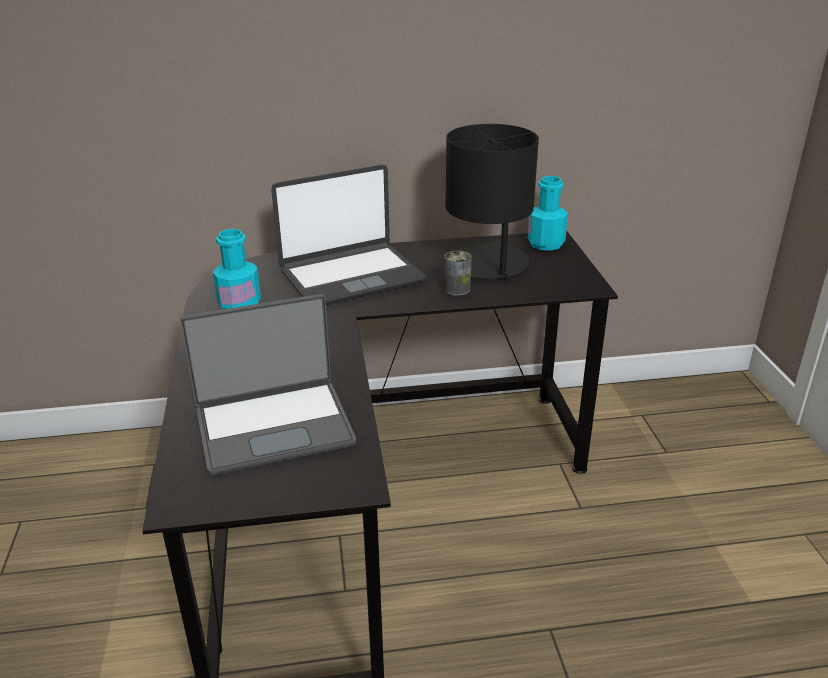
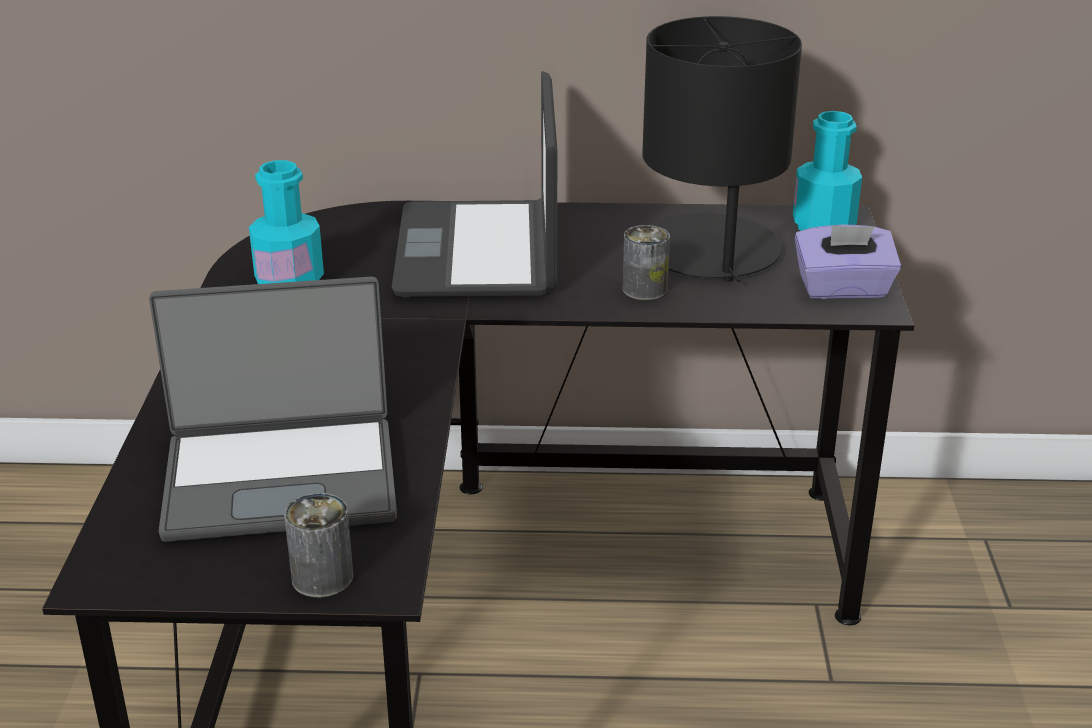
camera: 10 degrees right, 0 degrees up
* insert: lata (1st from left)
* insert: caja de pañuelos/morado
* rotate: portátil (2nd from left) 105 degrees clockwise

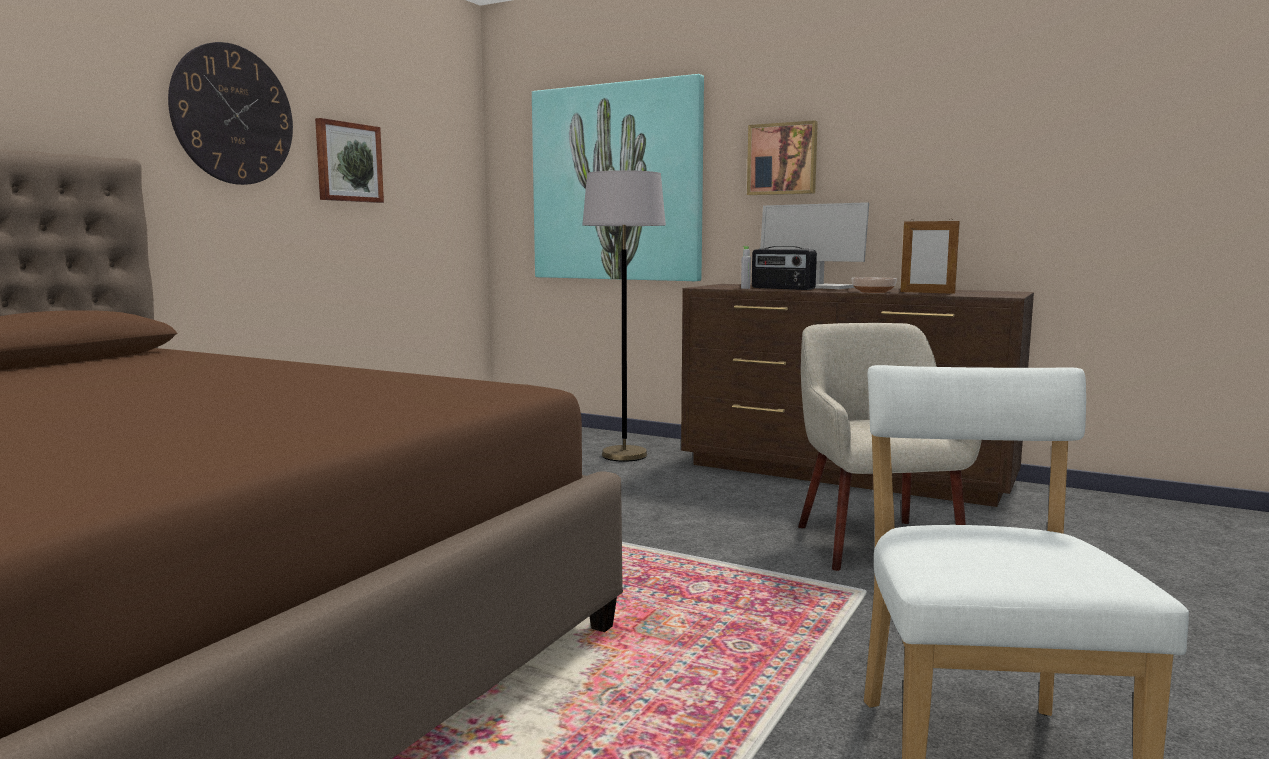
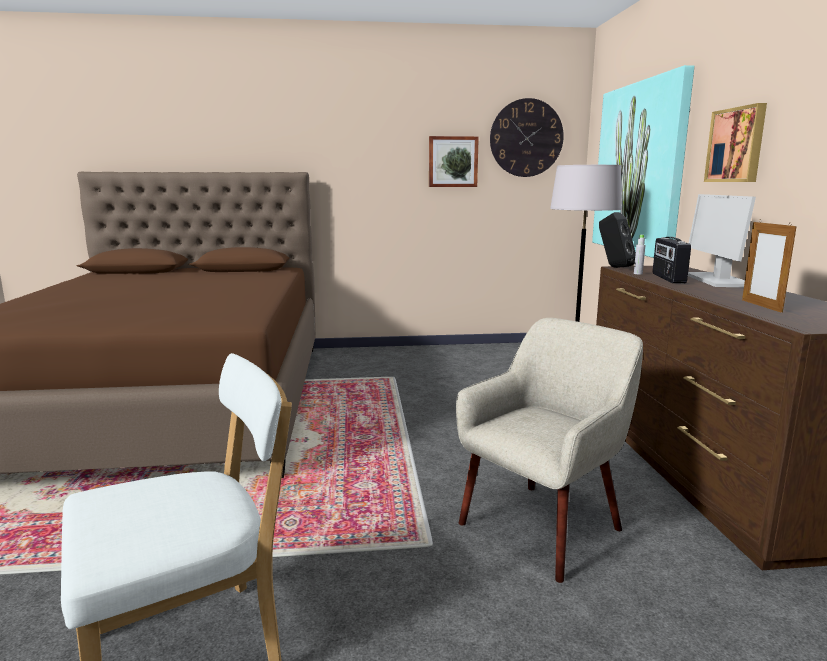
camera: 55 degrees right, 5 degrees up
* delete: cuenco
* insert: altavoz/negro
* move: reloj de pared

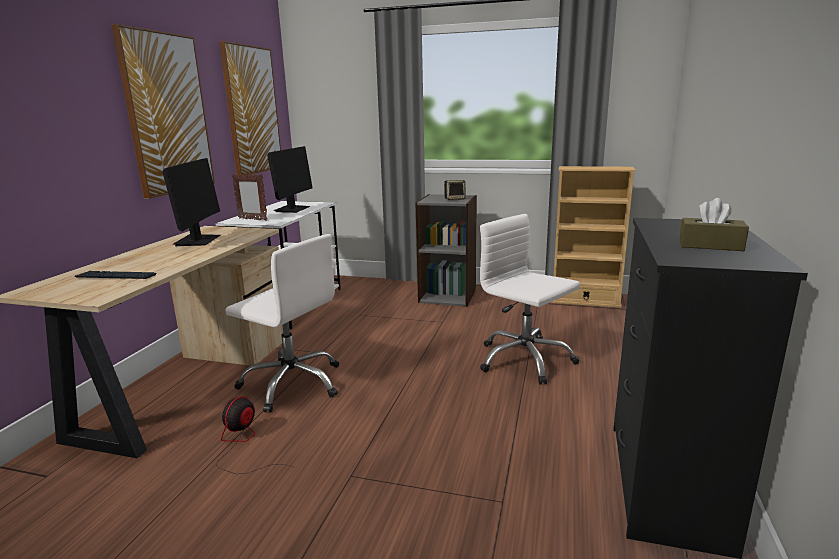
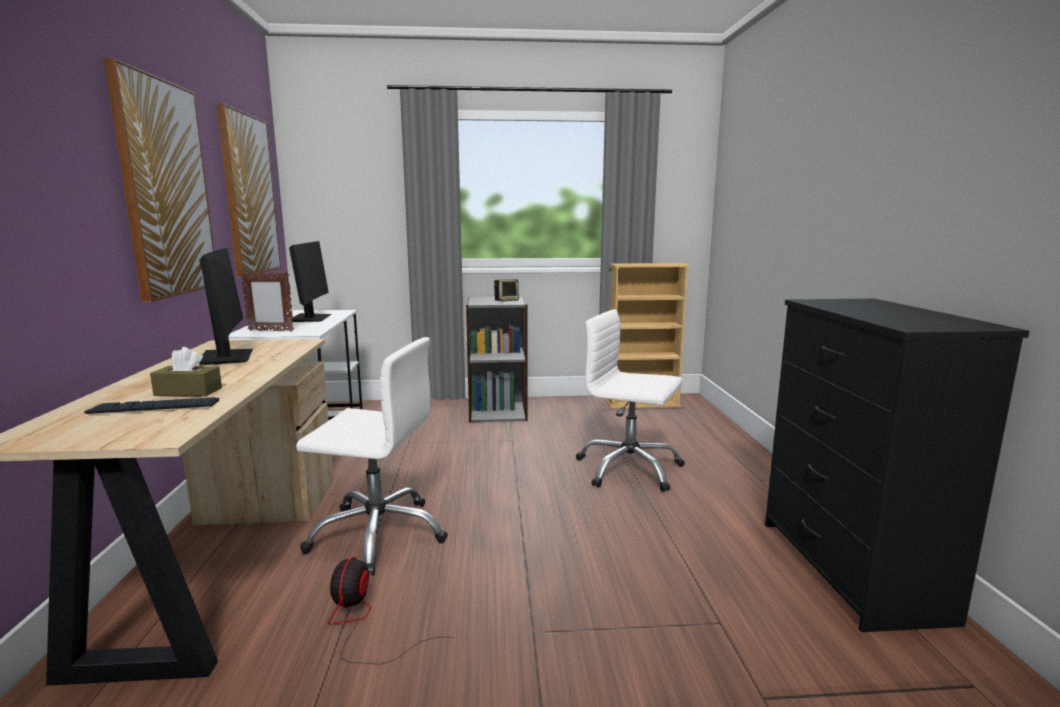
camera: 20 degrees left, 5 degrees down
* move: caja de pañuelos/marrón

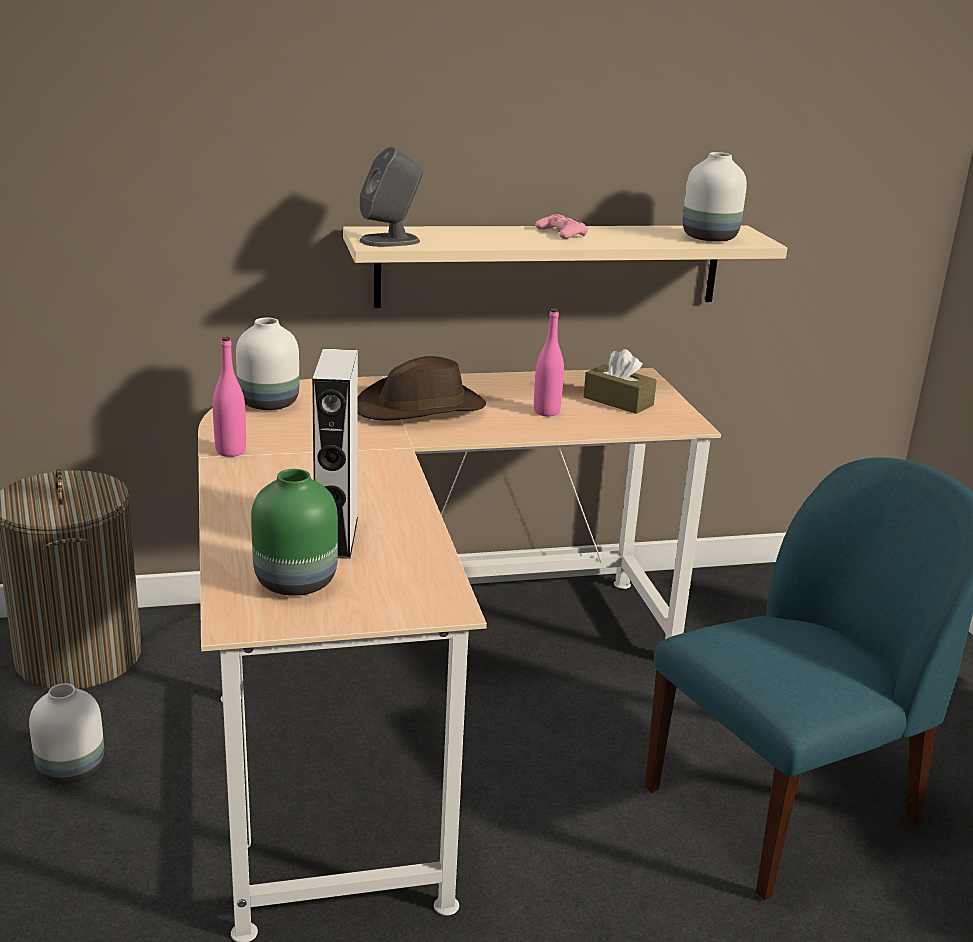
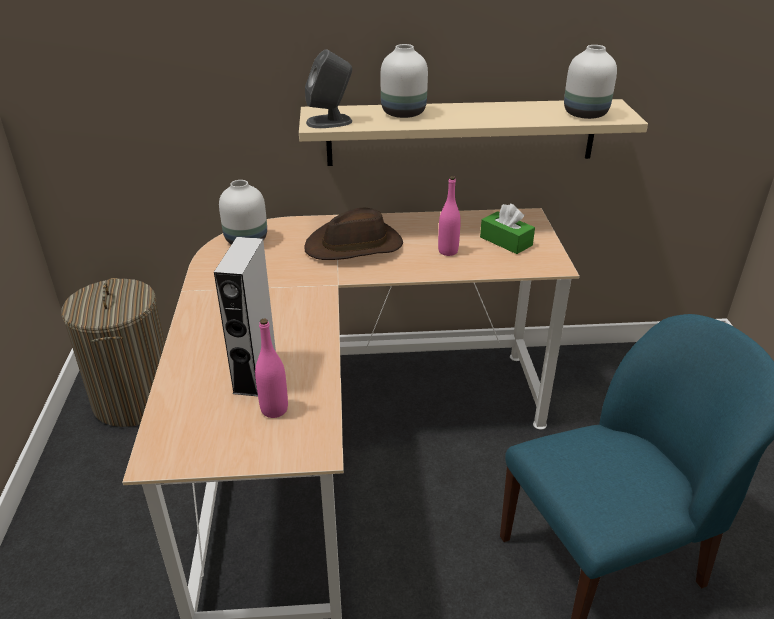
camera: 10 degrees right, 10 degrees up
* delete: florero/verde
* delete: mando de consola/rosa
* move: florero/blanco (1st from left in the first image) to florero/blanco (2nd from left)
* move: botella/rosa (1st from left)
* recolor: caja de pañuelos/marrón to caja de pañuelos/verde

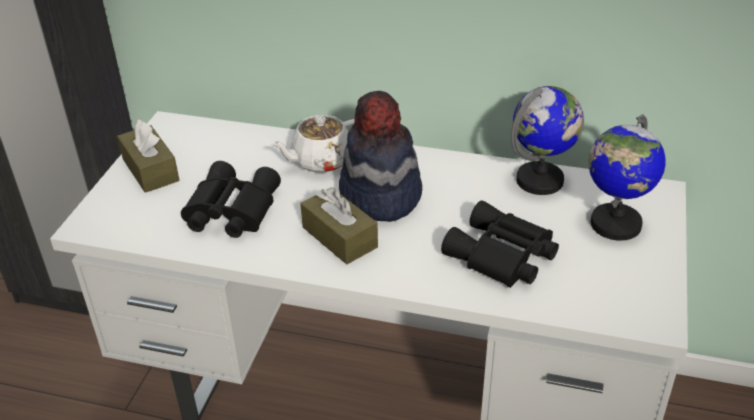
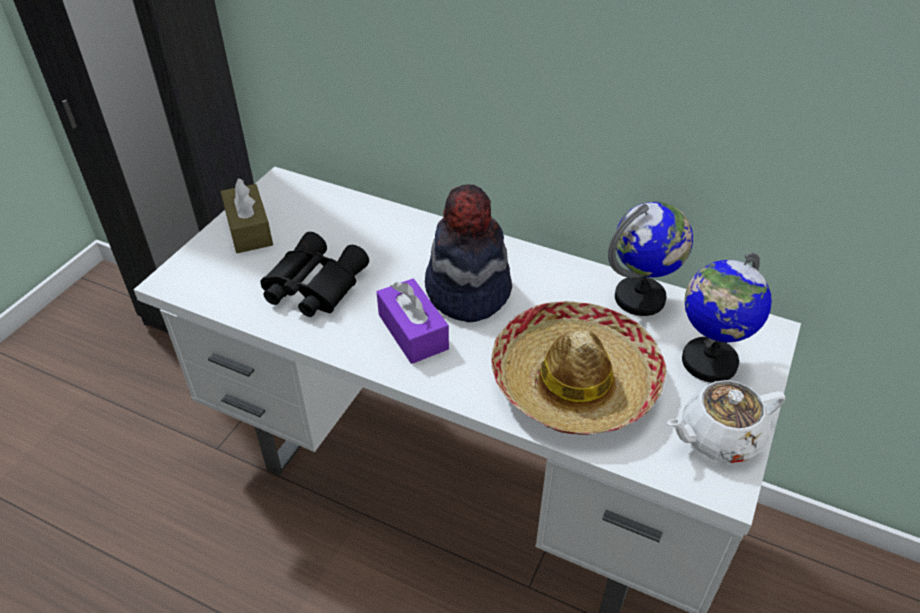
camera: 10 degrees right, 5 degrees up
* move: tetera/blanco
* replace: prismáticos/negro (2nd from left) to sombrero (2nd from left)
* recolor: caja de pañuelos/marrón (2nd from left) to caja de pañuelos/morado

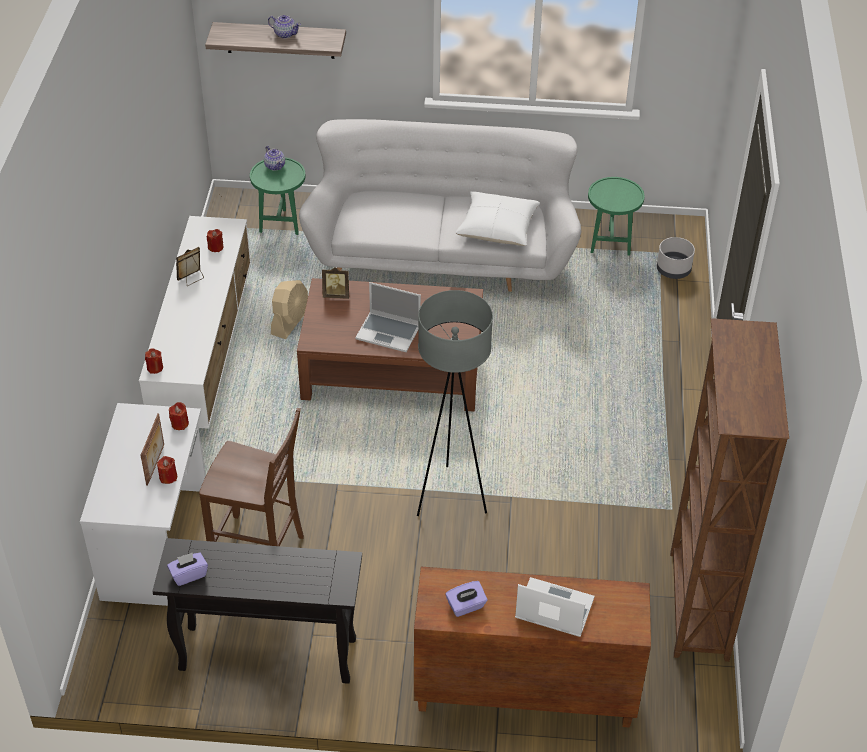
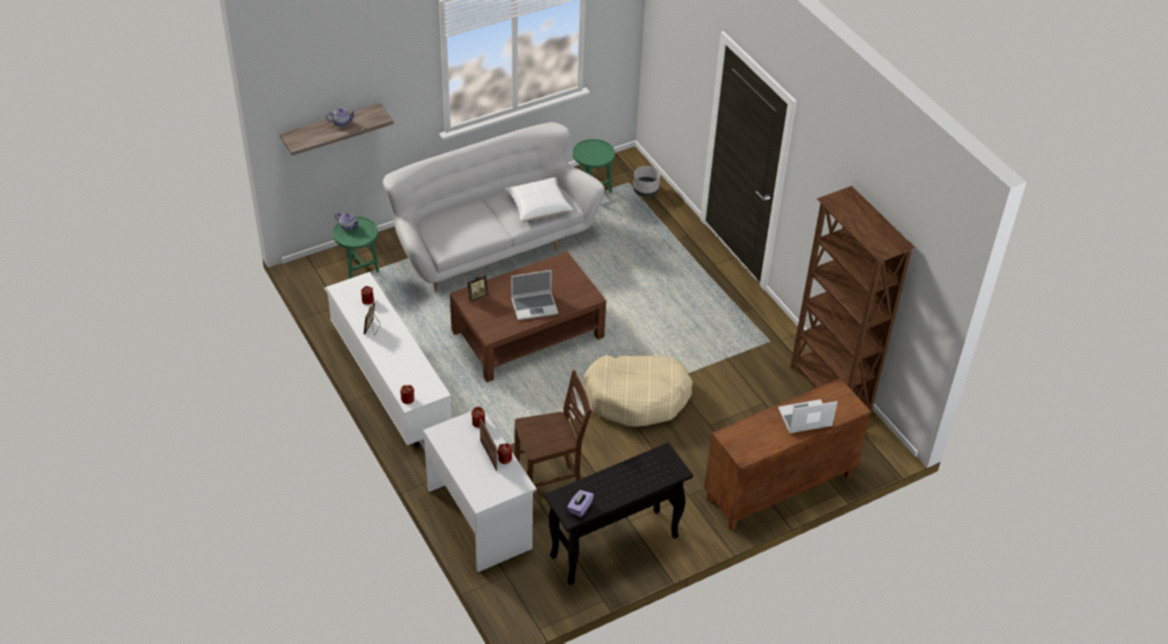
camera: 35 degrees left, 0 degrees up
* delete: ventilador/beis
* delete: caja de pañuelos/morado (2nd from left)
* replace: lámpara de pie/gris to cama para perro/beis

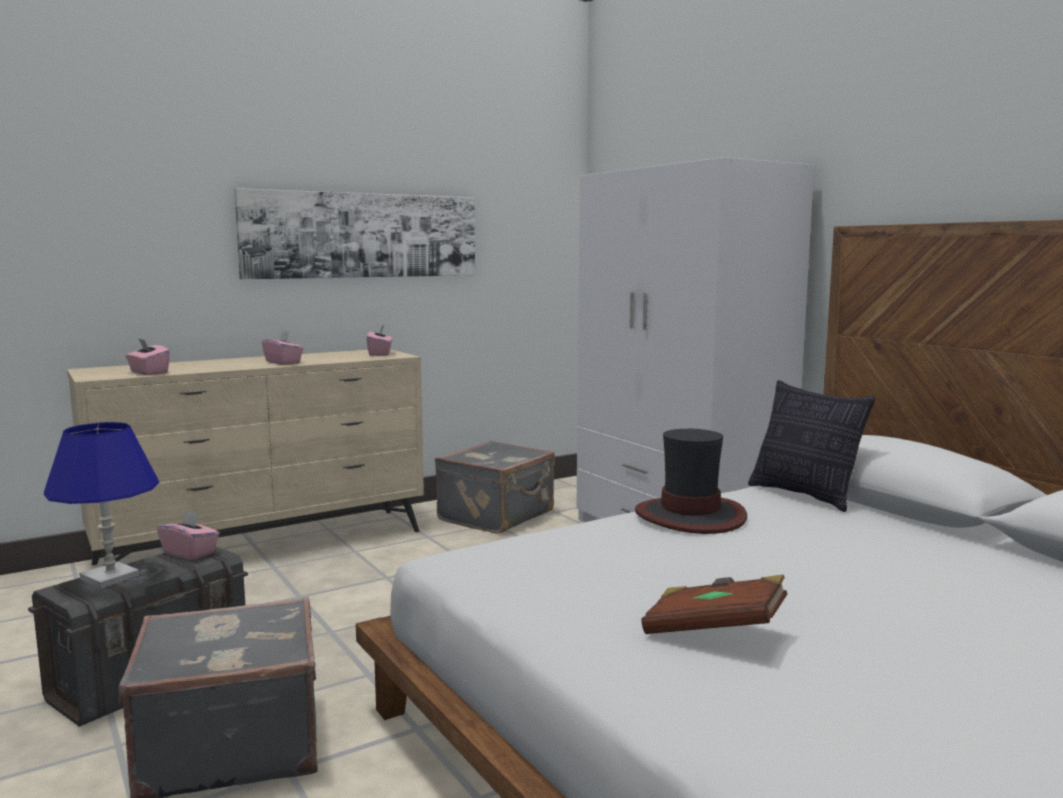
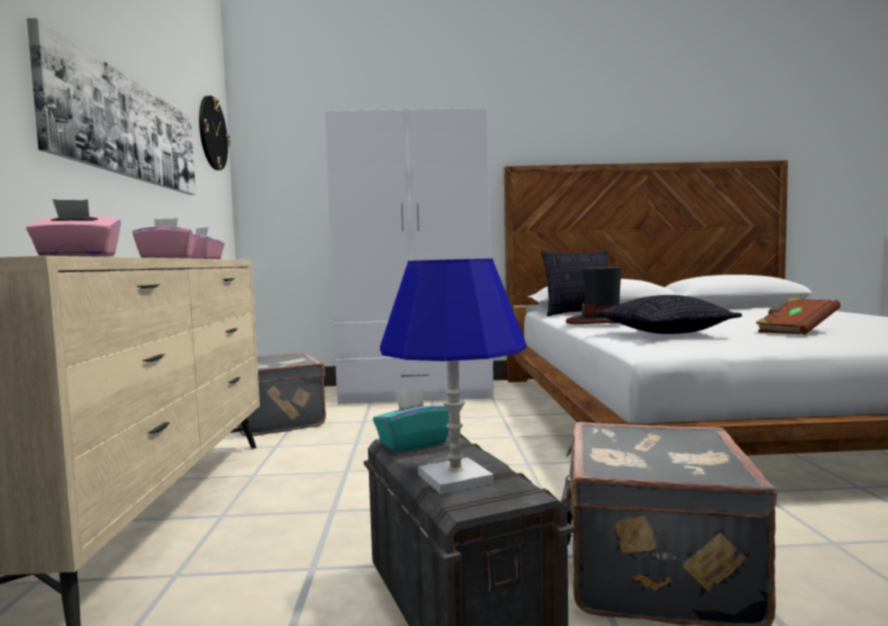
camera: 60 degrees left, 5 degrees down
* insert: reloj de pared
* insert: cojín (2nd from left)
* recolor: caja de pañuelos/rosa (2nd from left) to caja de pañuelos/turquesa

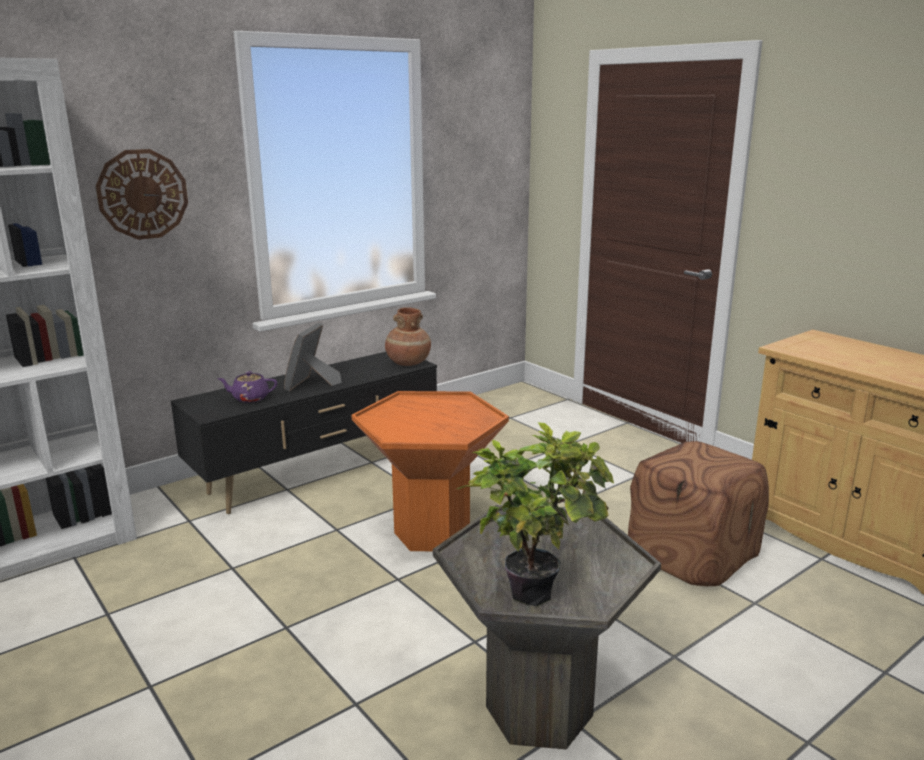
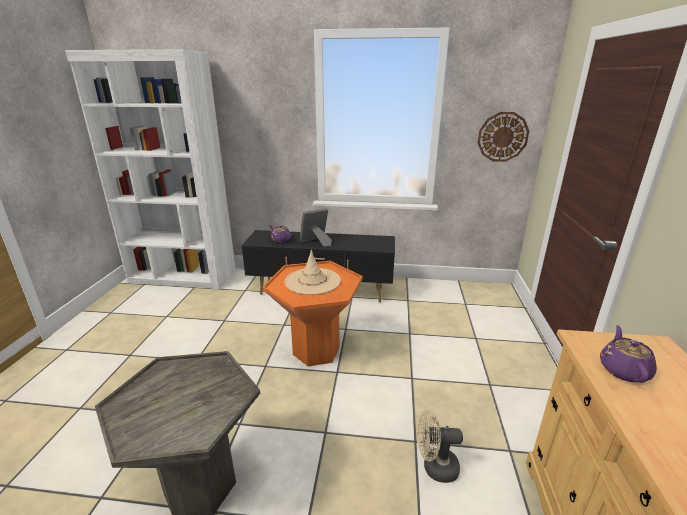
camera: 45 degrees right, 5 degrees up
* delete: florero/marrón
* delete: planta en maceta
* insert: sombrero/beis
* insert: tetera/morado (2nd from left)
* move: reloj de pared
* replace: puf/marrón to ventilador/beis

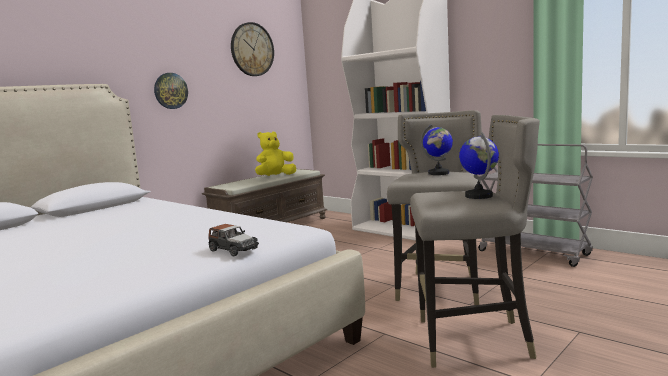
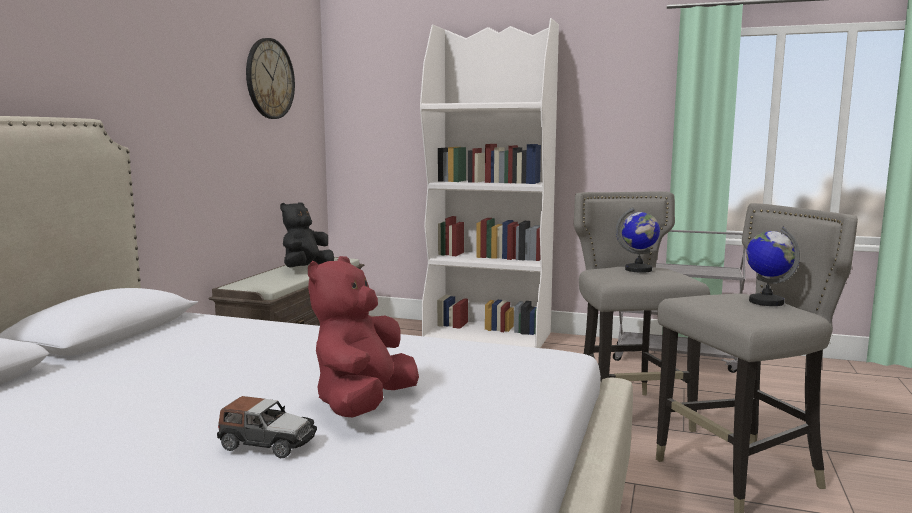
camera: 25 degrees left, 0 degrees up
* delete: reloj de pared (1st from left)
* insert: peluche/rojo
* move: coche de juguete
* recolor: peluche/amarillo to peluche/negro

